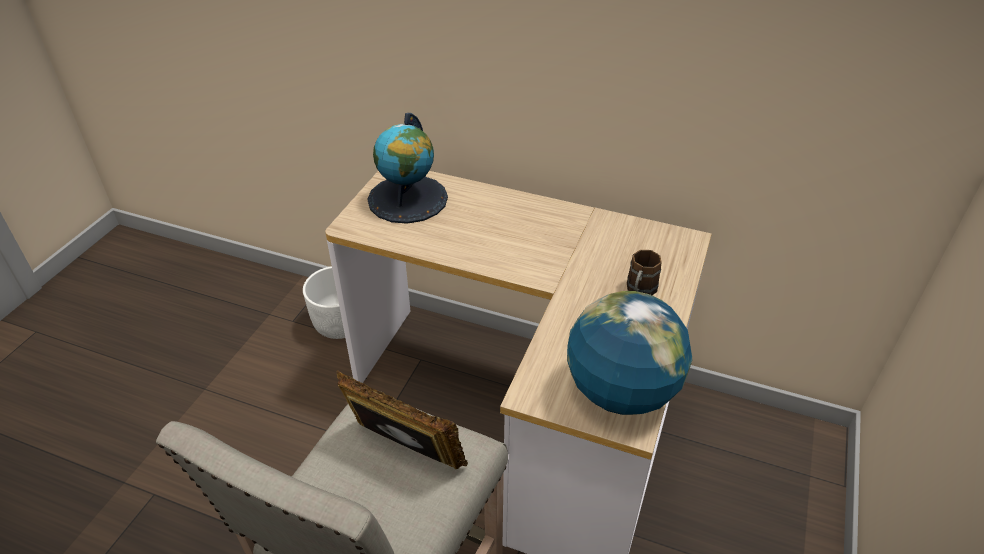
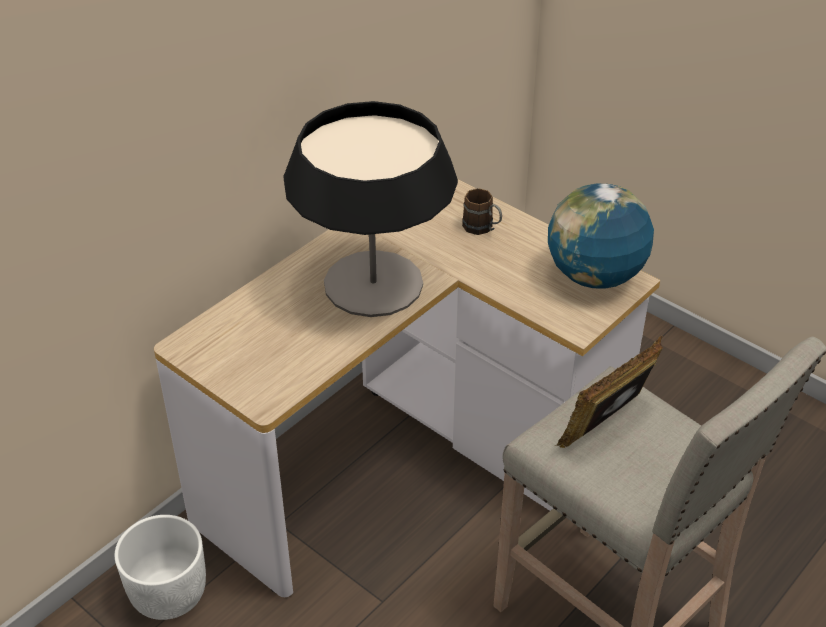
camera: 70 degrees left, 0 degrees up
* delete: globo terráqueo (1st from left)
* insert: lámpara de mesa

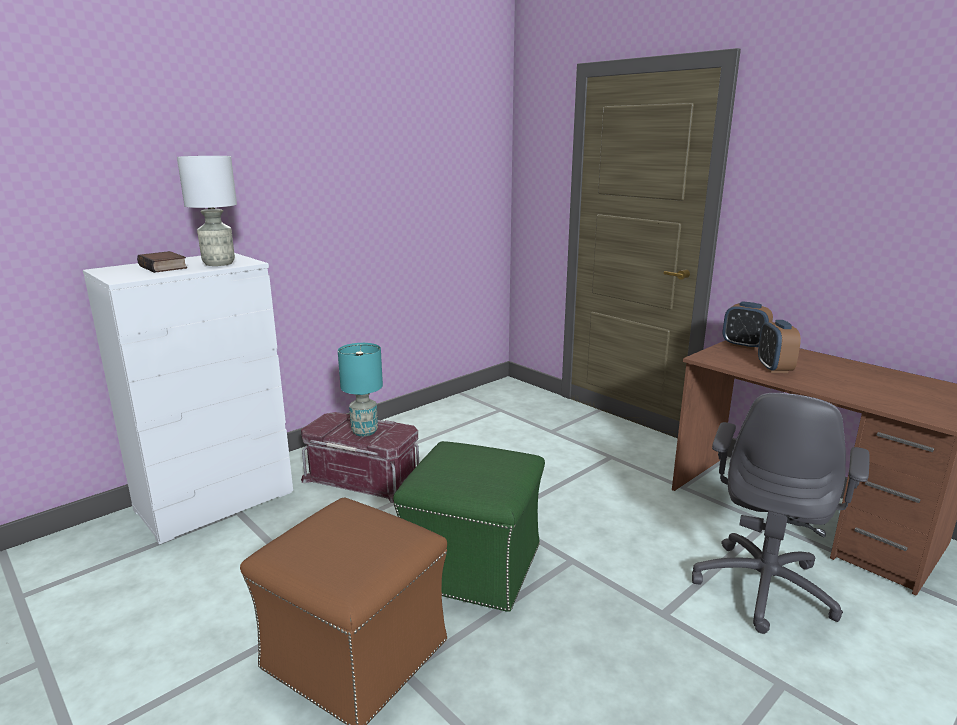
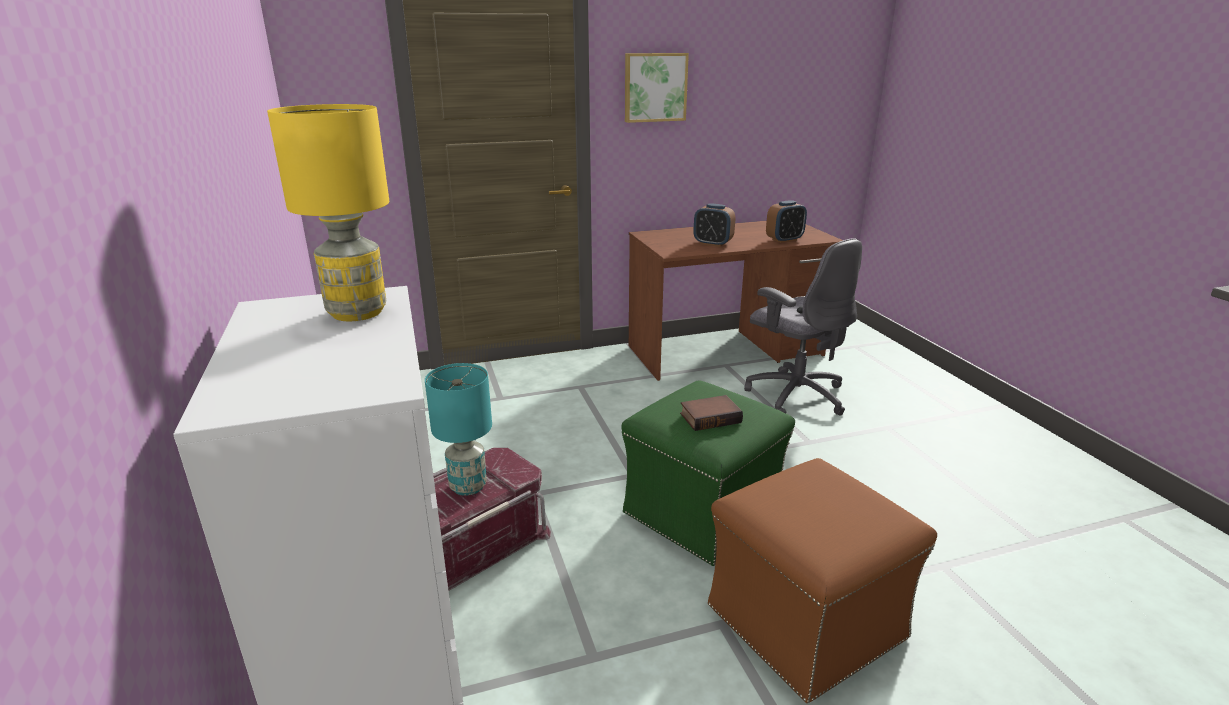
camera: 65 degrees left, 5 degrees up
* insert: cuadro
* move: libro
* move: despertador (1st from left in the first image) to despertador (2nd from left)
* recolor: lámpara de mesa/gris to lámpara de mesa/amarillo

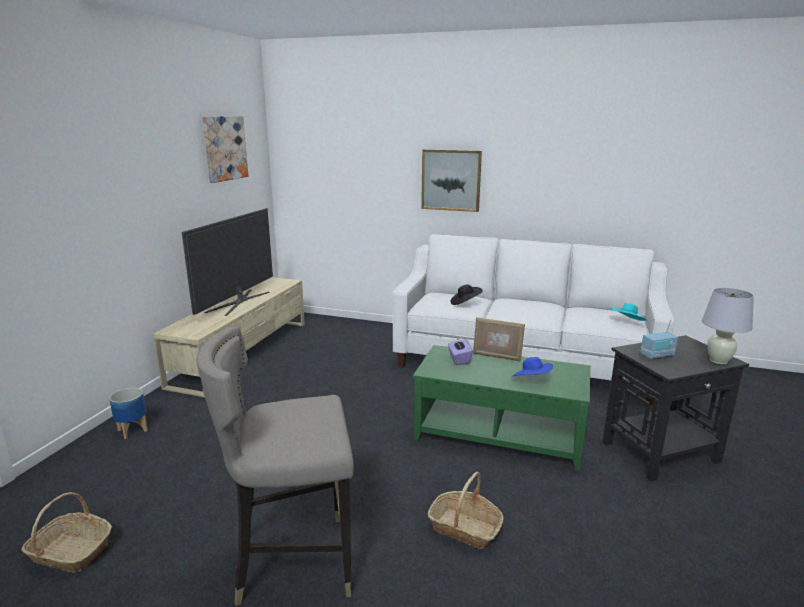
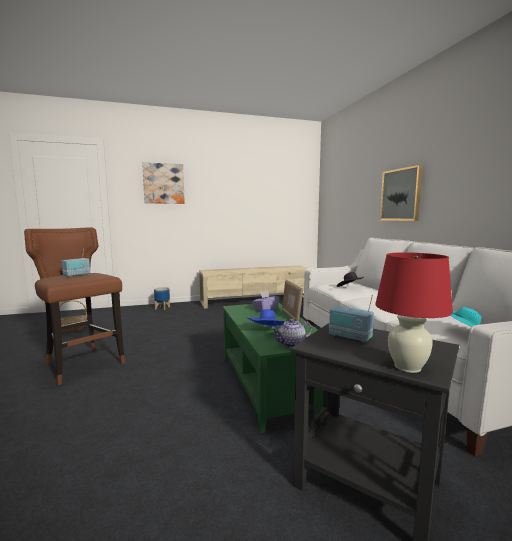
camera: 55 degrees right, 10 degrees down
* delete: televisor
* delete: cesta (2nd from left)
* insert: radio (1st from left)
* insert: tetera
* move: cuadro (1st from left)
* recolor: taburete/gris to taburete/marrón
* recolor: lámpara de mesa/blanco to lámpara de mesa/rojo

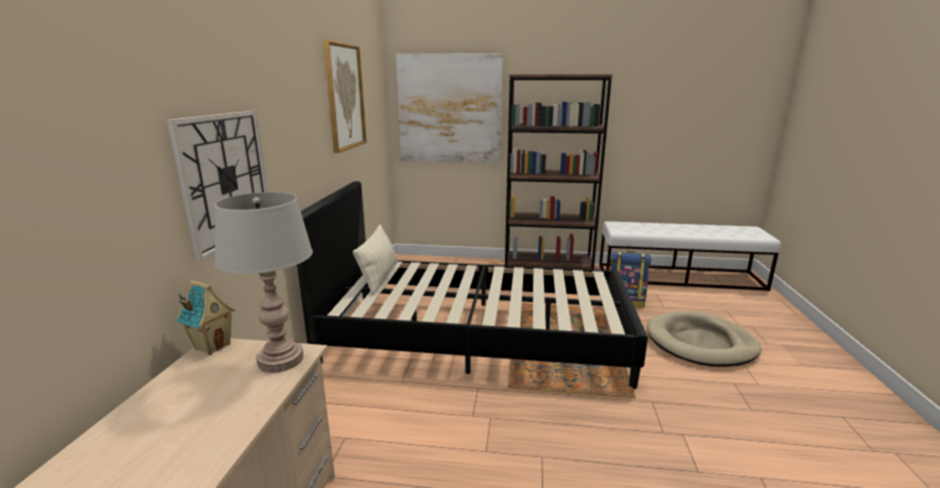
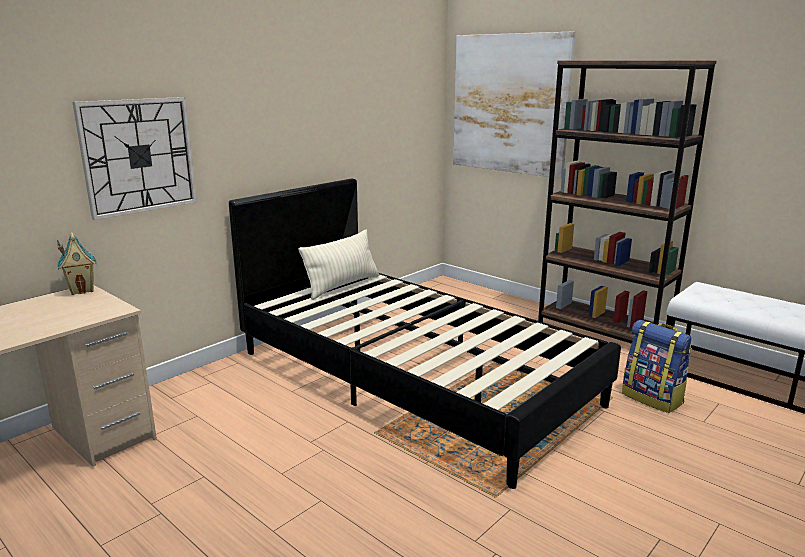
camera: 35 degrees right, 0 degrees up
* delete: lámpara de mesa/gris
* delete: cuadro (1st from left)
* delete: cama para perro/beis

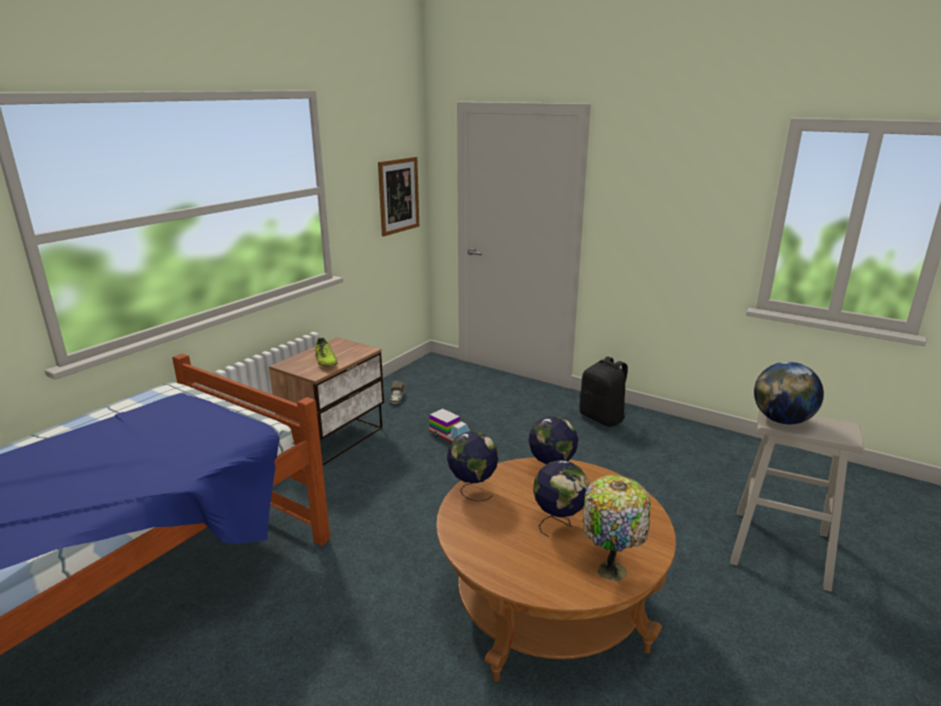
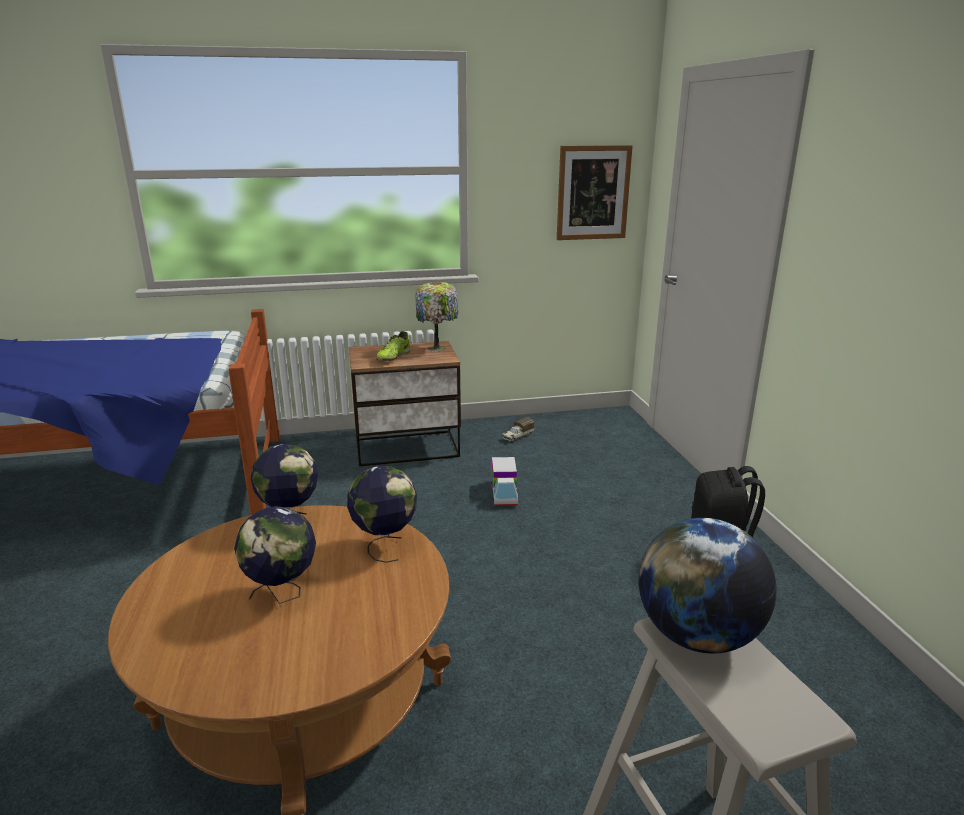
camera: 45 degrees right, 0 degrees up
* move: lámpara de mesa

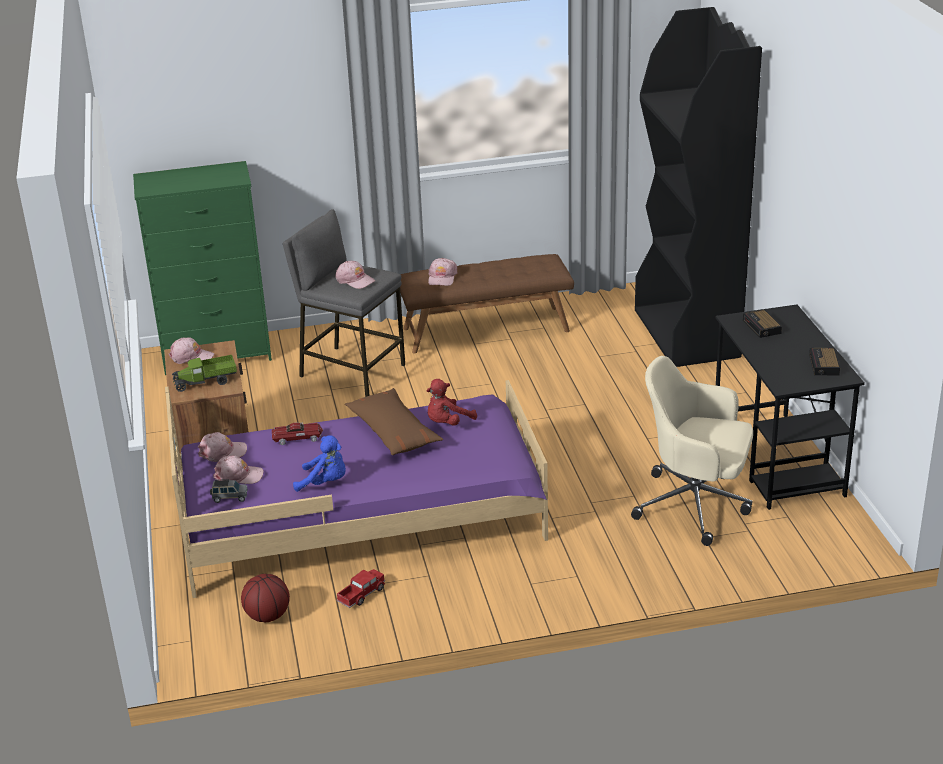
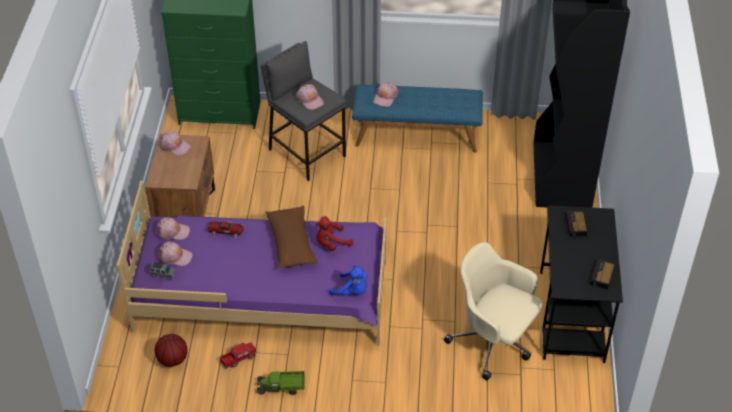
camera: 15 degrees right, 15 degrees up
* move: camión de juguete (1st from left in the first image) to camión de juguete (2nd from left)
* move: peluche/azul
* recolor: banco/marrón to banco/azul

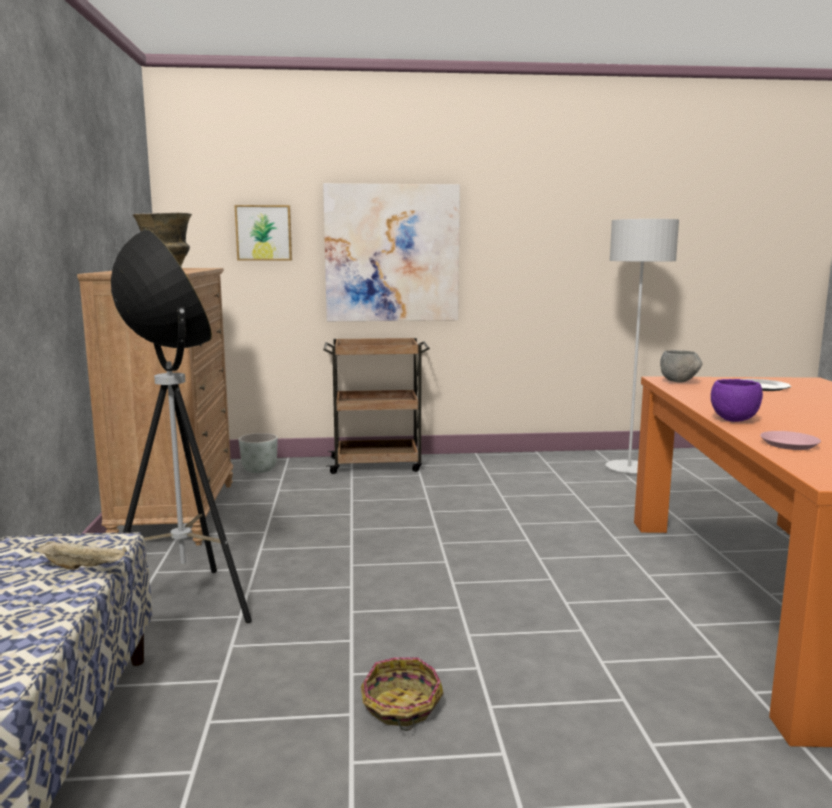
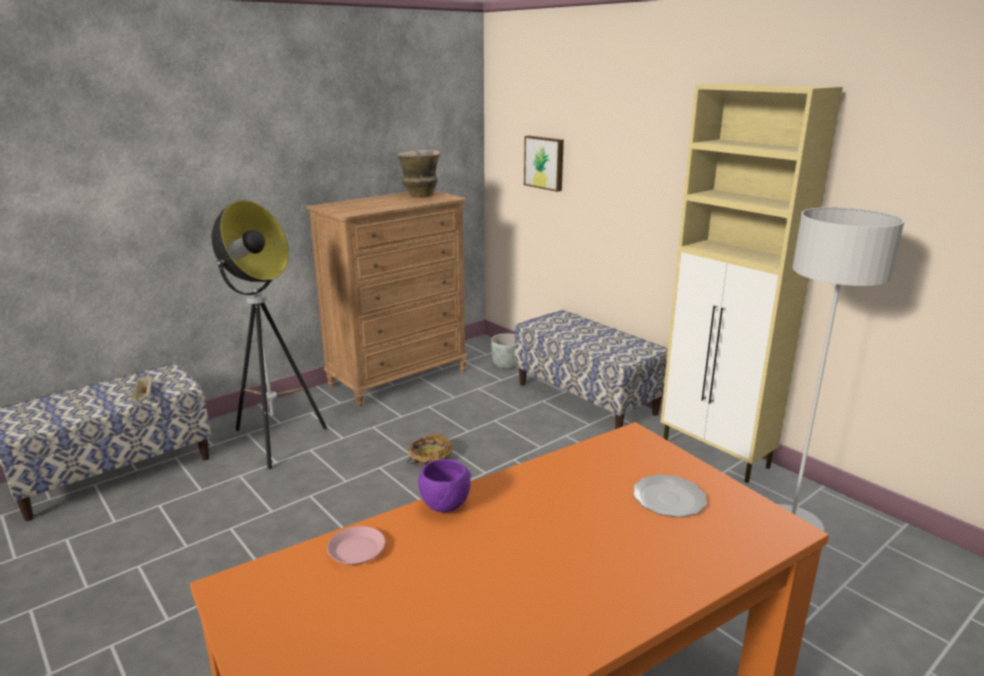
camera: 55 degrees right, 10 degrees up
* delete: cuadro (2nd from left)
* delete: cuenco/gris
* insert: armario/beis
* move: cesta
* replace: carrito/marrón to banco (2nd from left)

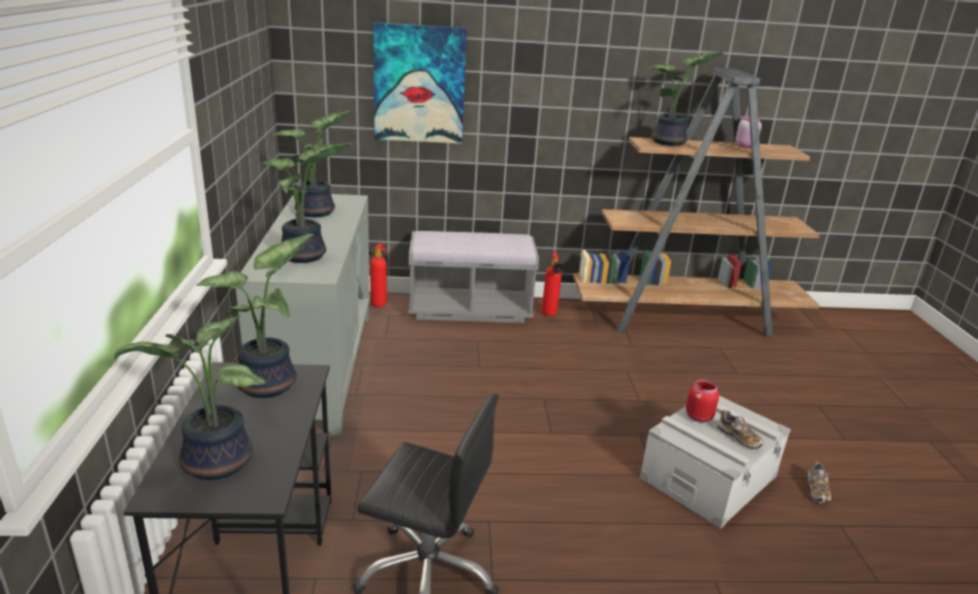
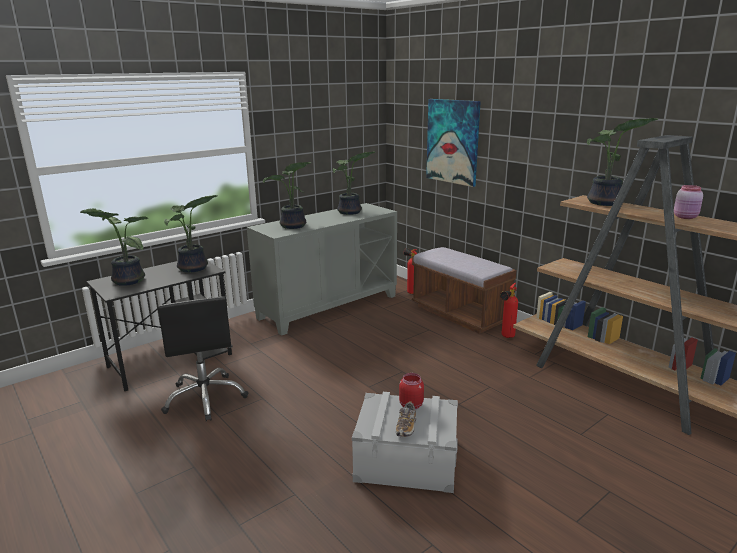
camera: 55 degrees right, 5 degrees down
* delete: zapato (2nd from left)
* recolor: banco/gris to banco/marrón

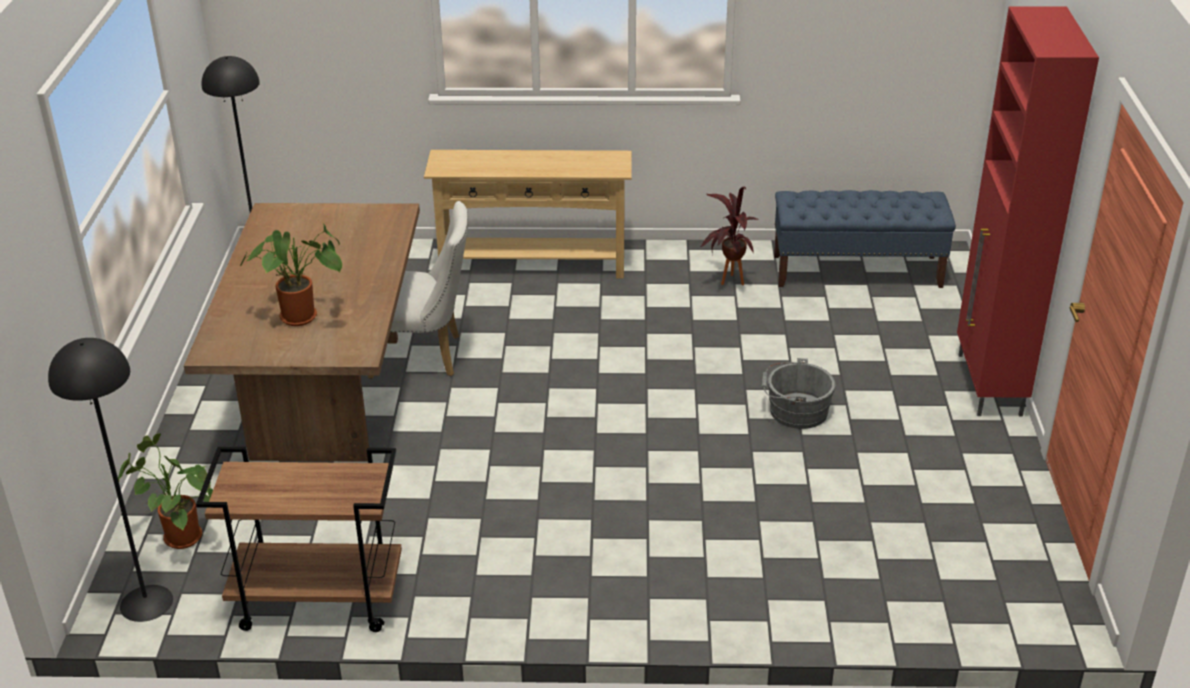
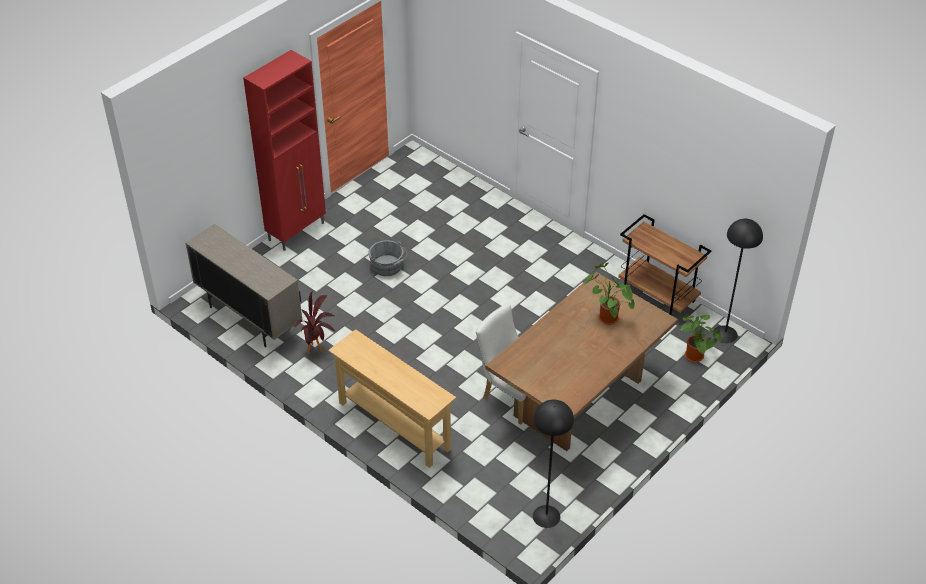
camera: 140 degrees left, 10 degrees up
* replace: banco/azul to armario/beis

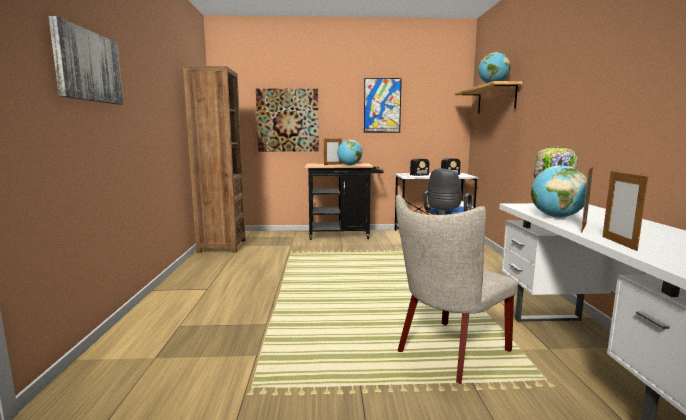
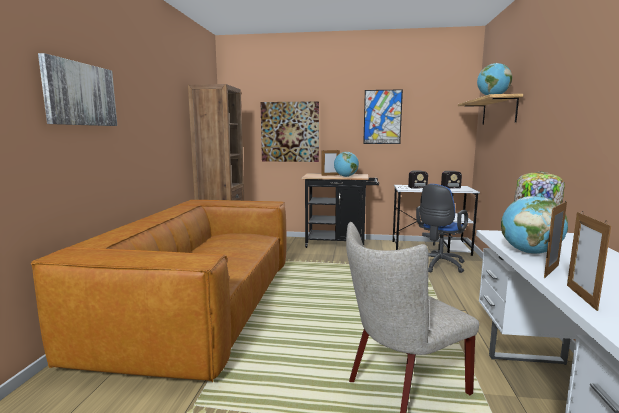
camera: 10 degrees right, 0 degrees up
* insert: sofá/marrón

